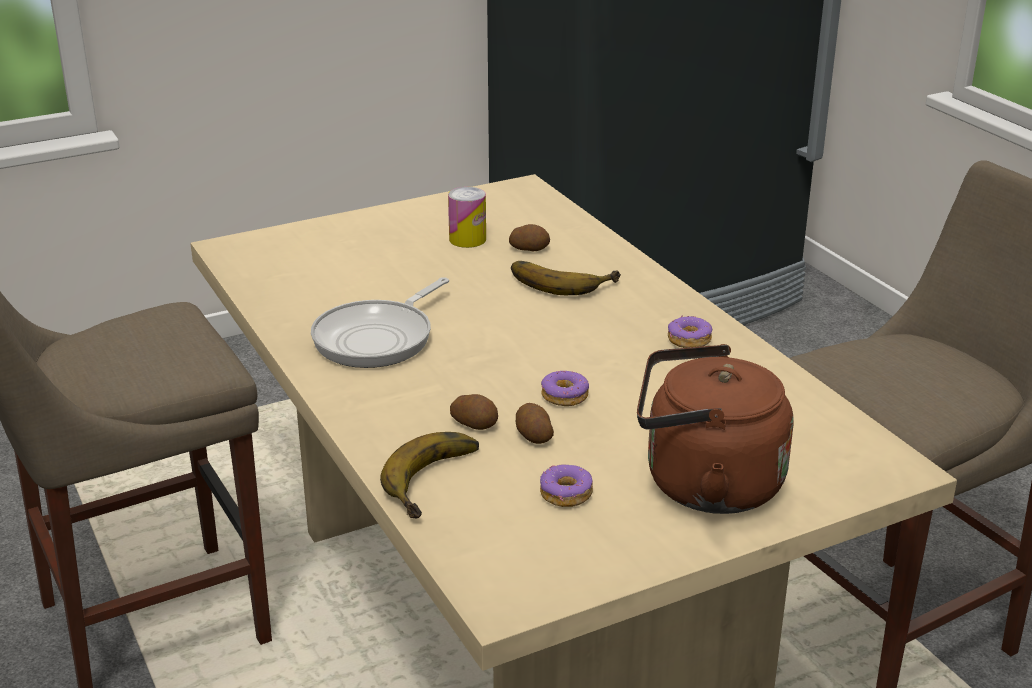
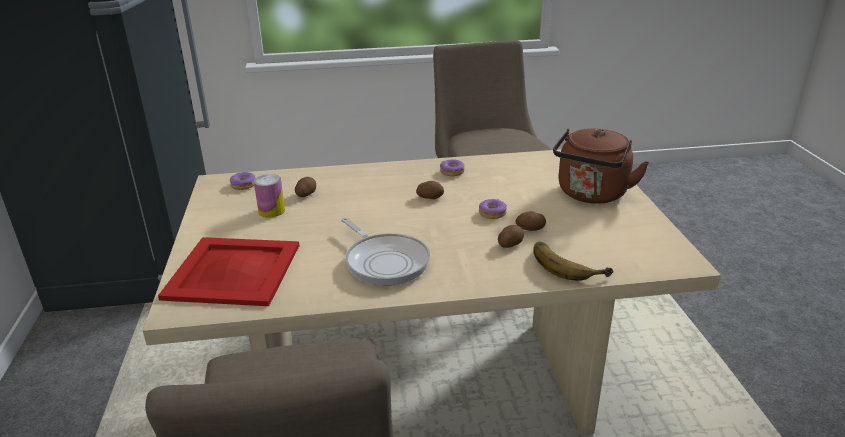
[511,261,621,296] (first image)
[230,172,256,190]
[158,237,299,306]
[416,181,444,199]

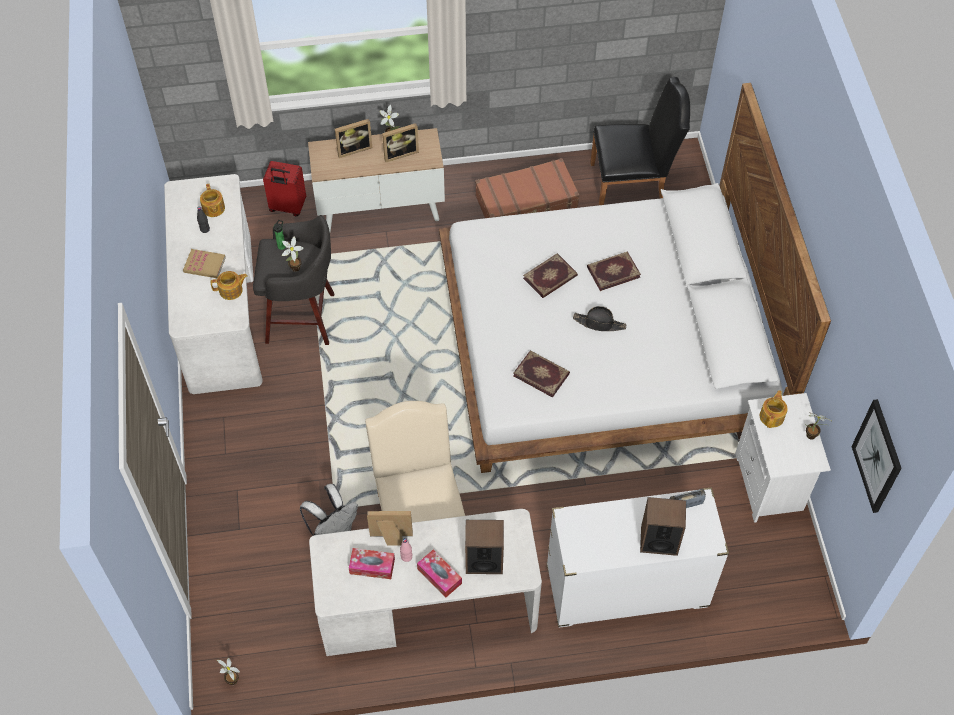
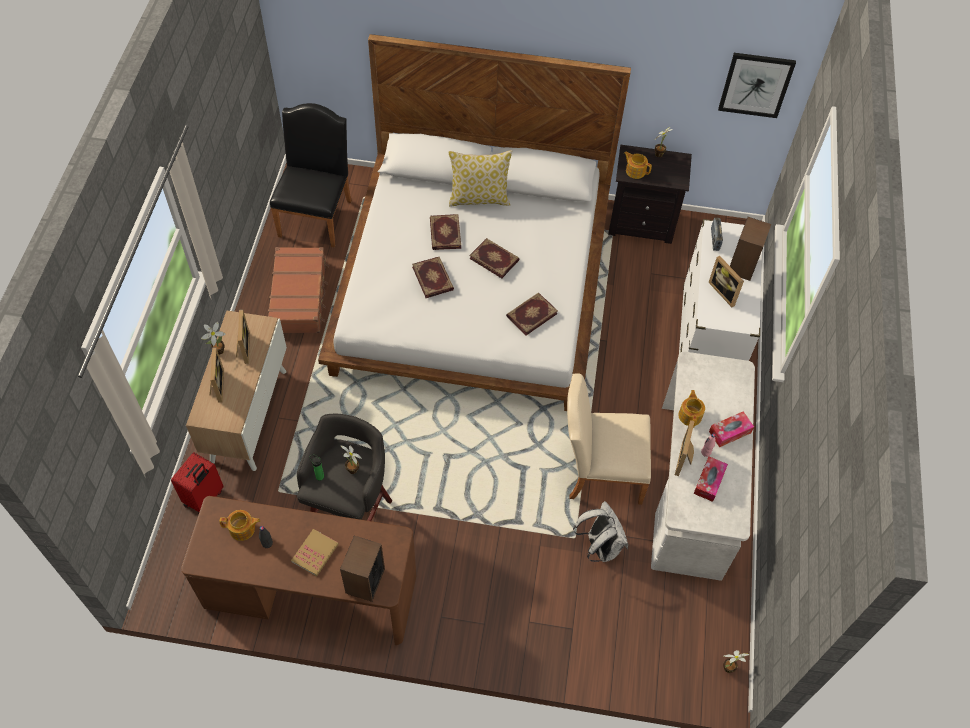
[181,496,416,645]
[678,390,705,427]
[340,536,385,602]
[469,238,519,278]
[608,144,692,244]
[448,150,512,207]
[708,256,744,307]

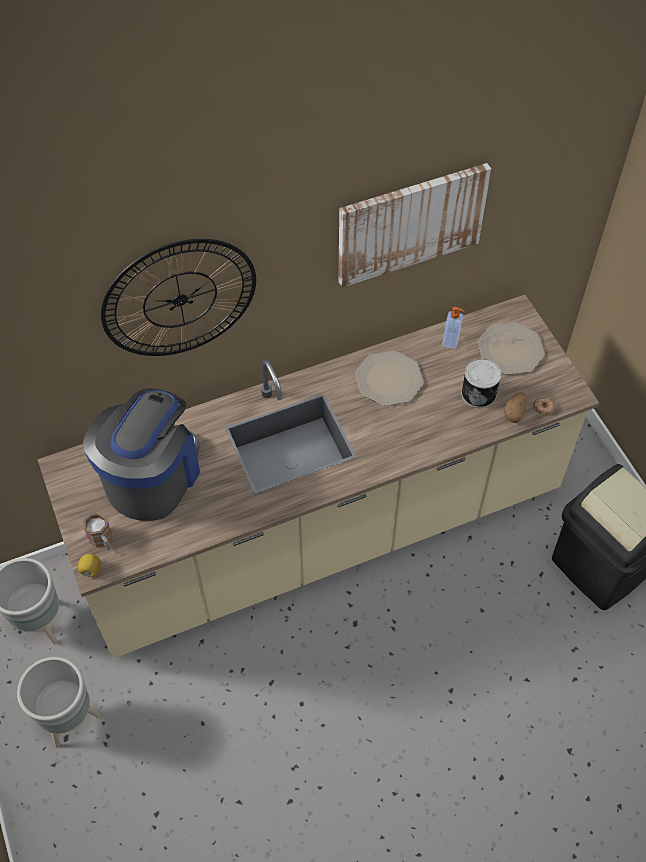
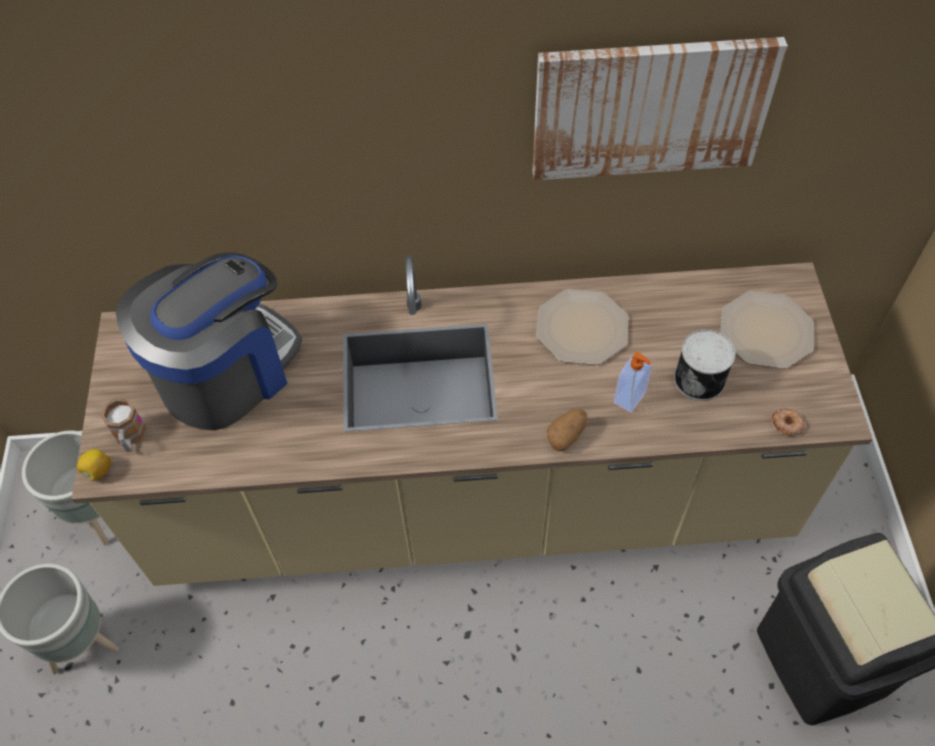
[101,239,256,356] (first image)
[614,352,652,413]
[547,409,587,451]

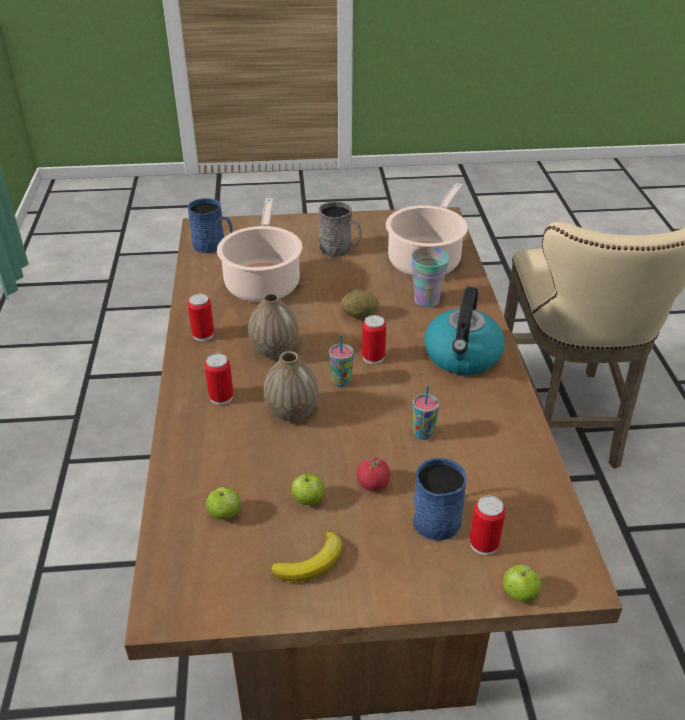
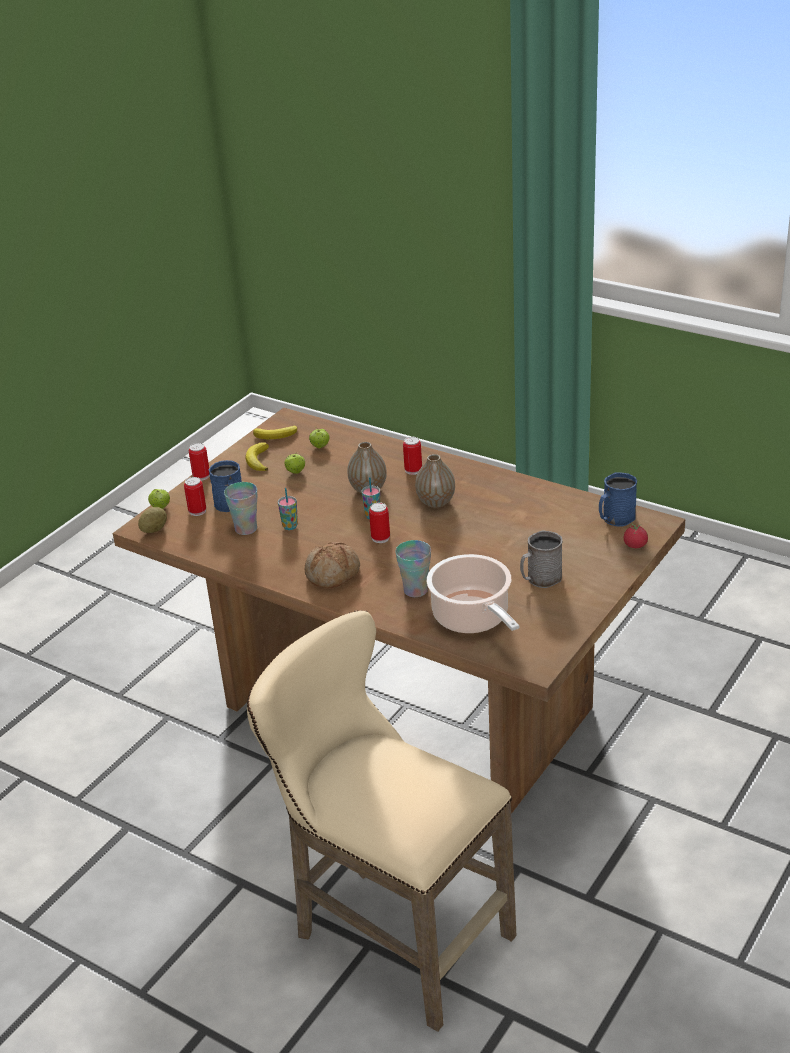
[189,443,210,481]
[217,198,302,302] (first image)
[138,507,167,533]
[624,523,648,548]
[305,542,360,589]
[224,482,257,535]
[253,426,297,439]

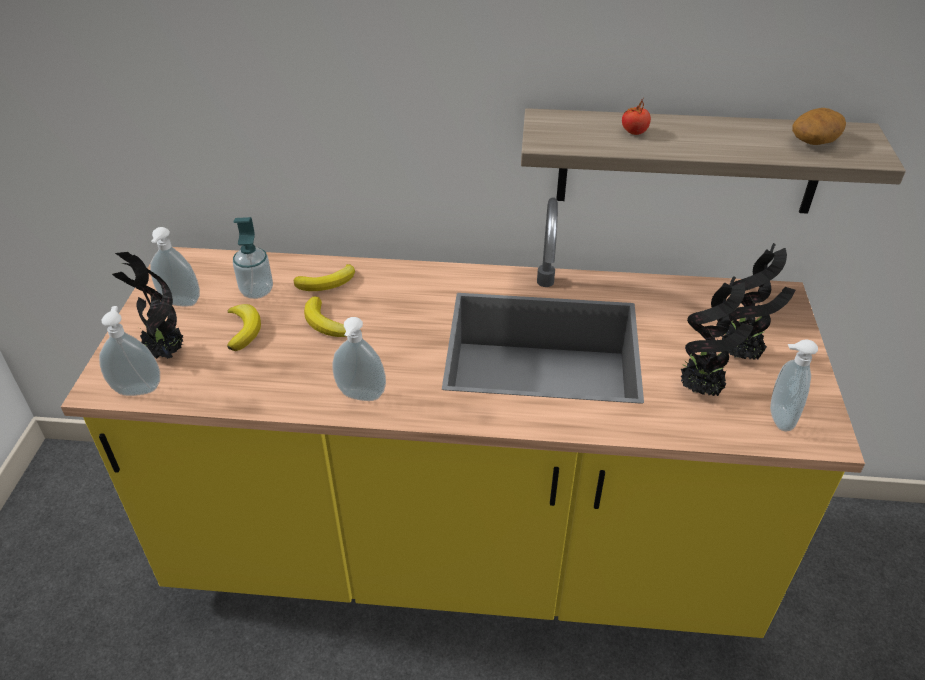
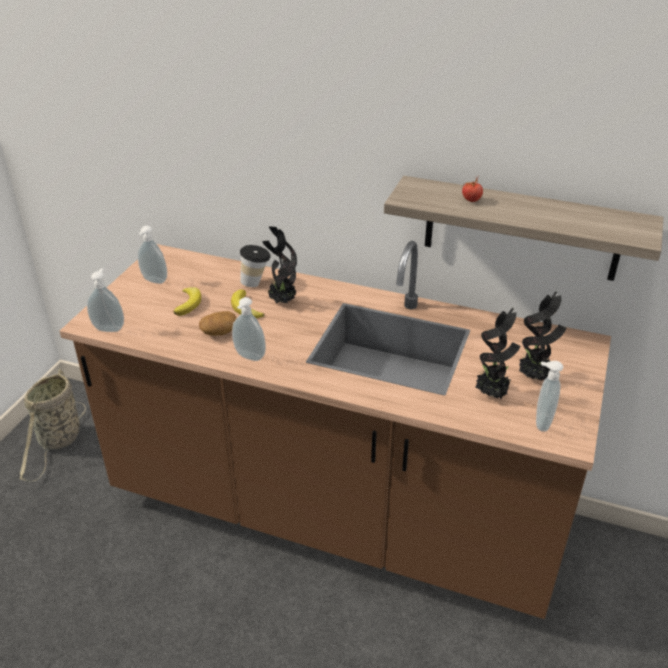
[60,241,611,619]
[262,226,297,303]
[233,217,273,299] (first image)
[240,245,271,287]
[199,311,237,336]
[20,369,86,482]

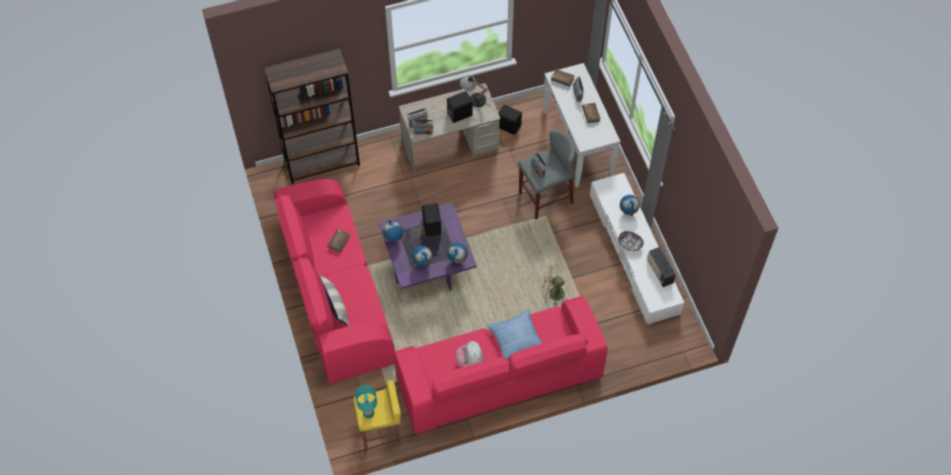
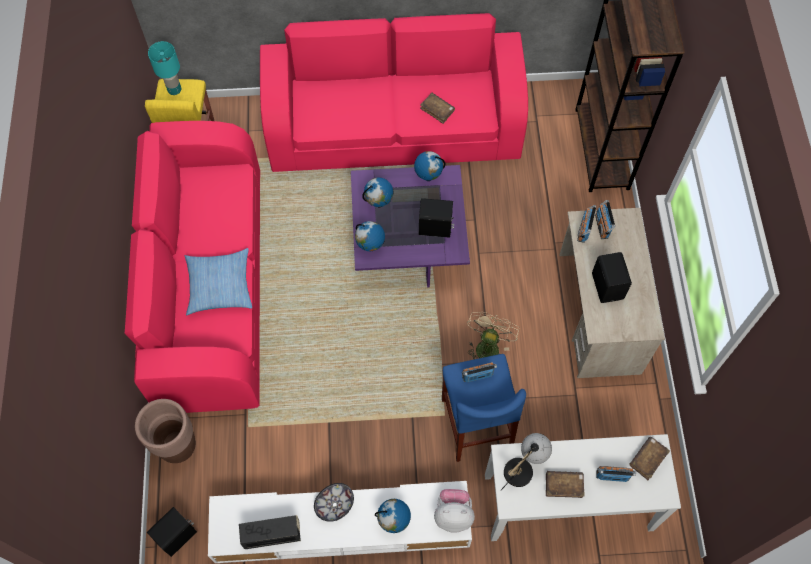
[319,275,349,326] (first image)
[434,489,475,533]
[501,433,552,490]
[147,507,197,557]
[442,354,526,462]
[467,312,519,360]
[135,399,196,463]

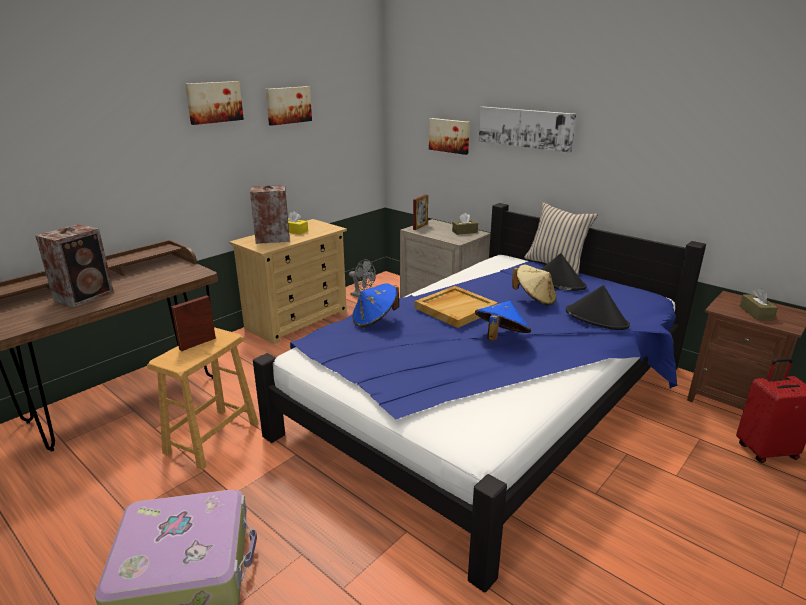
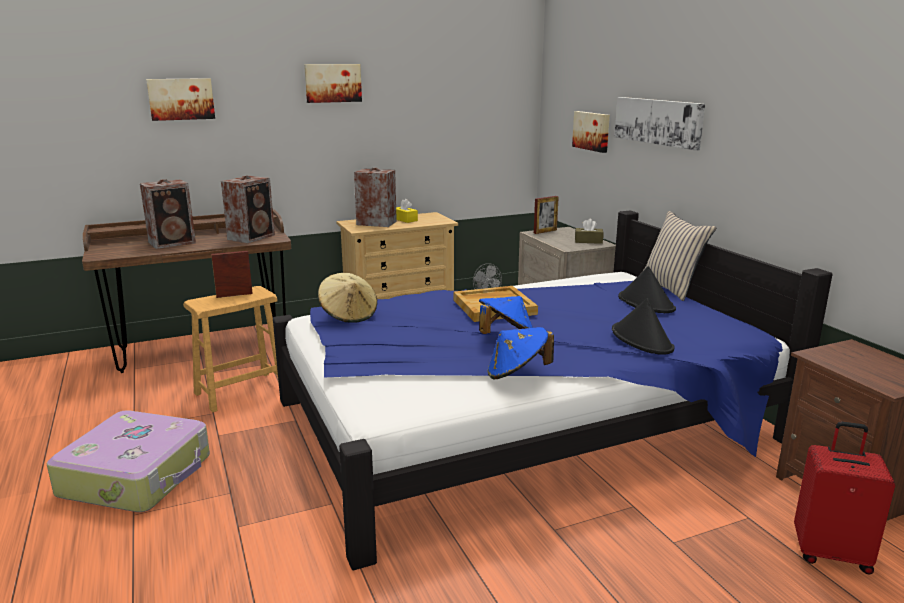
[146,78,215,121]
[488,327,554,379]
[318,273,377,323]
[740,288,778,320] (first image)
[221,175,275,243]

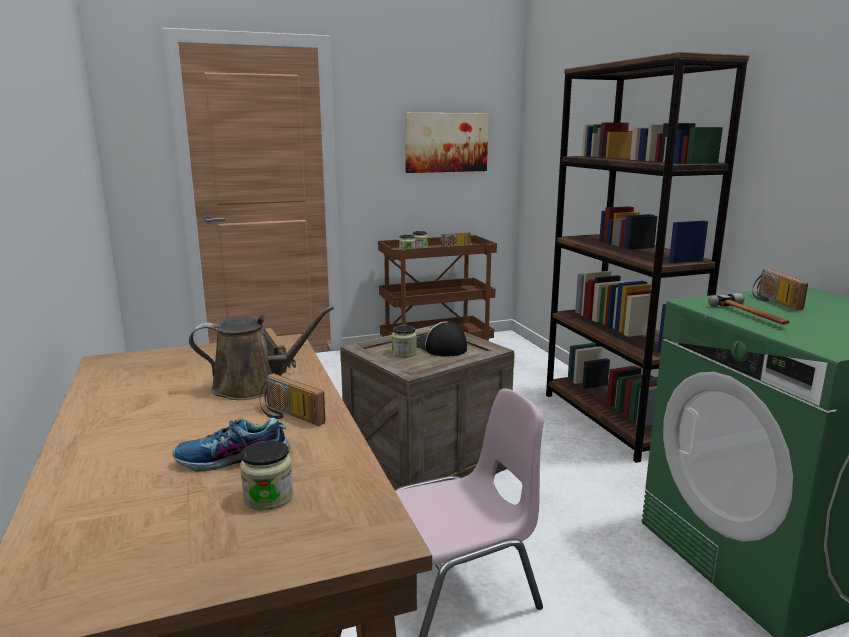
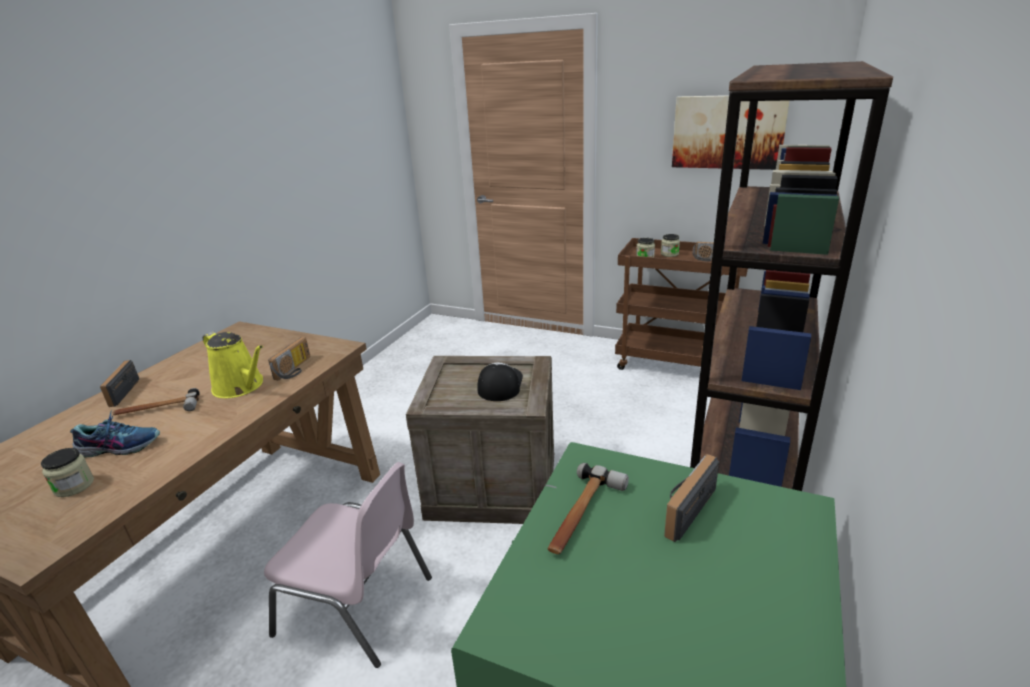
[70,410,160,458]
[202,331,263,398]
[100,360,139,407]
[392,325,417,357] (first image)
[112,388,200,415]

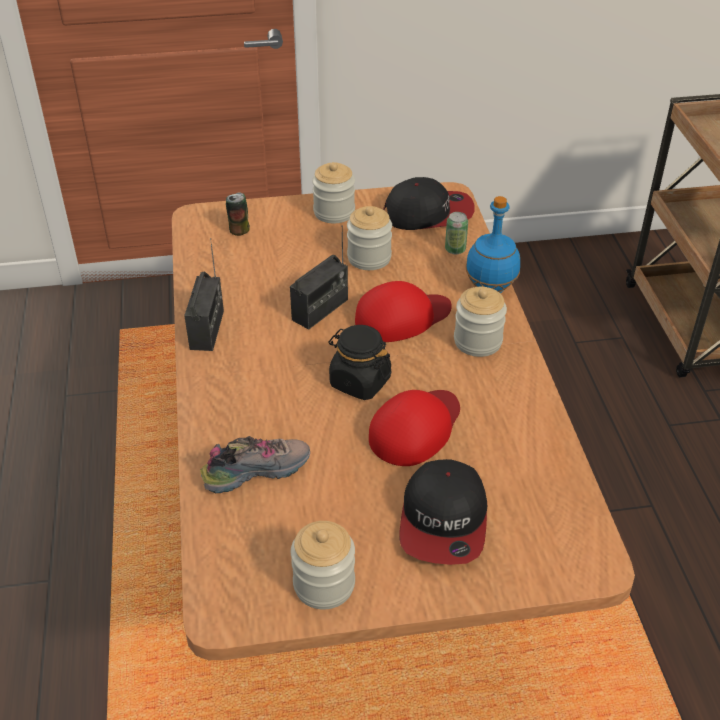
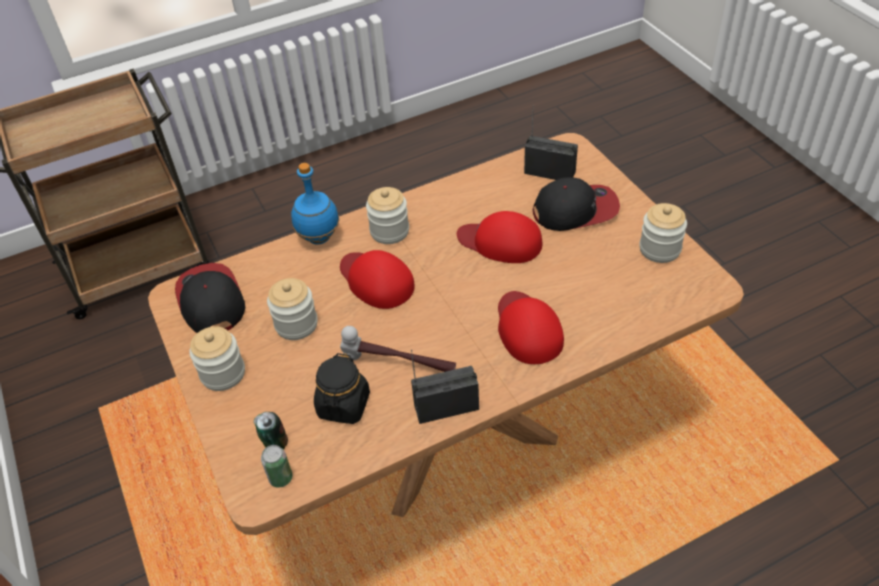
[200,436,310,493] (first image)
[524,105,578,180]
[314,353,370,424]
[261,445,293,488]
[340,326,456,372]
[498,291,564,364]

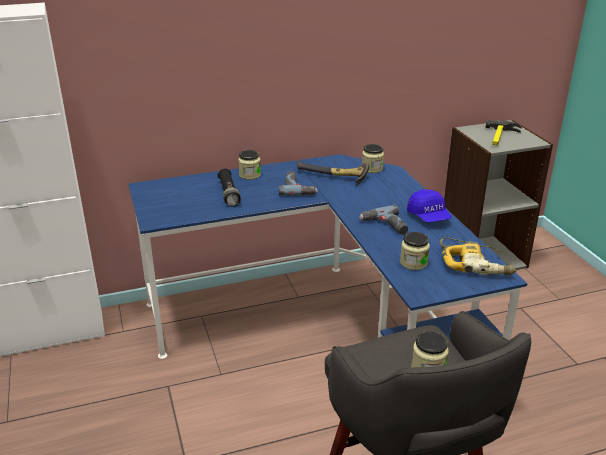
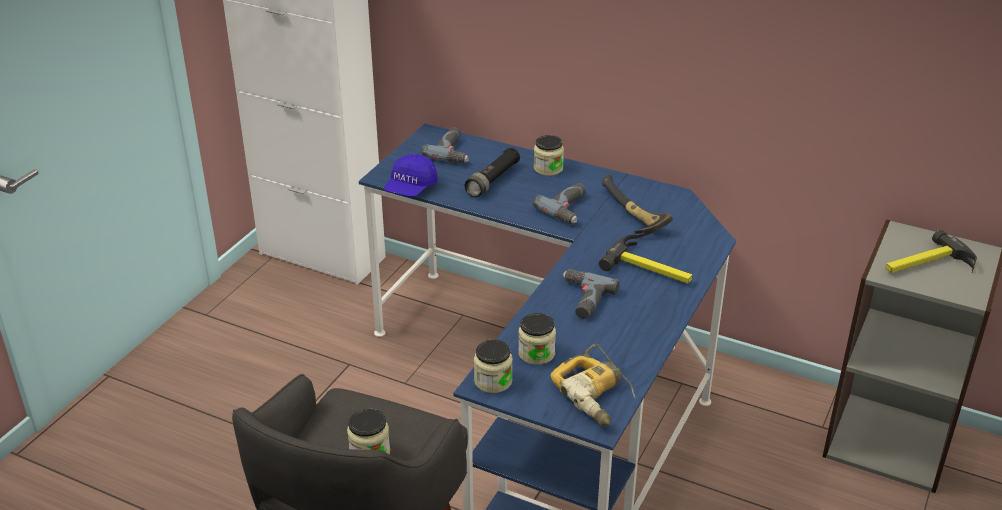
[474,339,513,393]
[384,154,438,196]
[421,128,469,164]
[599,234,693,284]

